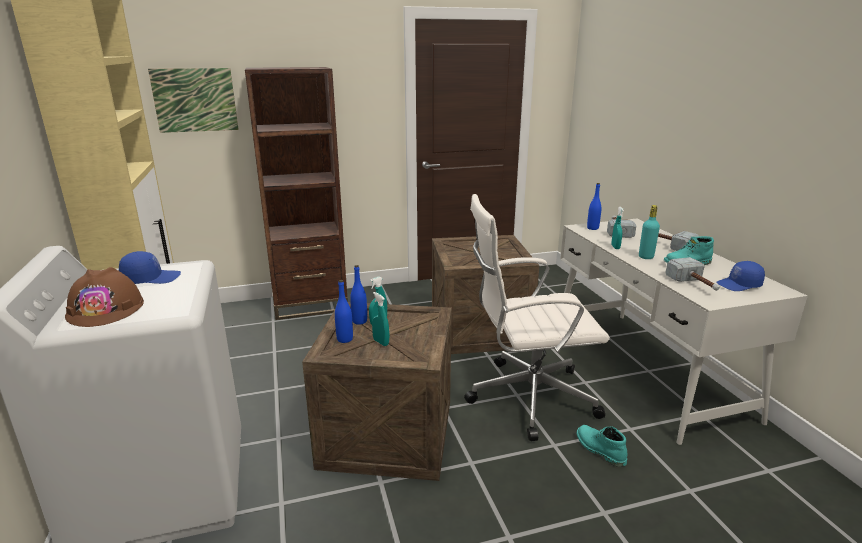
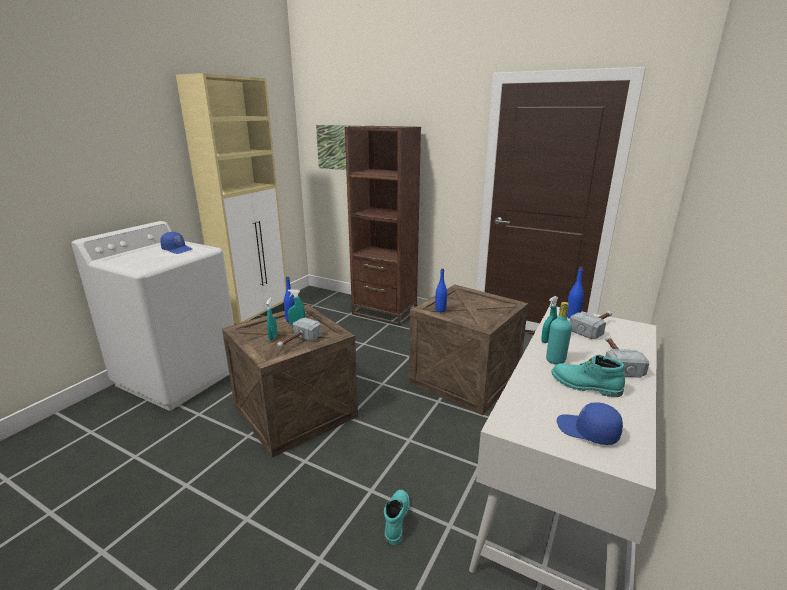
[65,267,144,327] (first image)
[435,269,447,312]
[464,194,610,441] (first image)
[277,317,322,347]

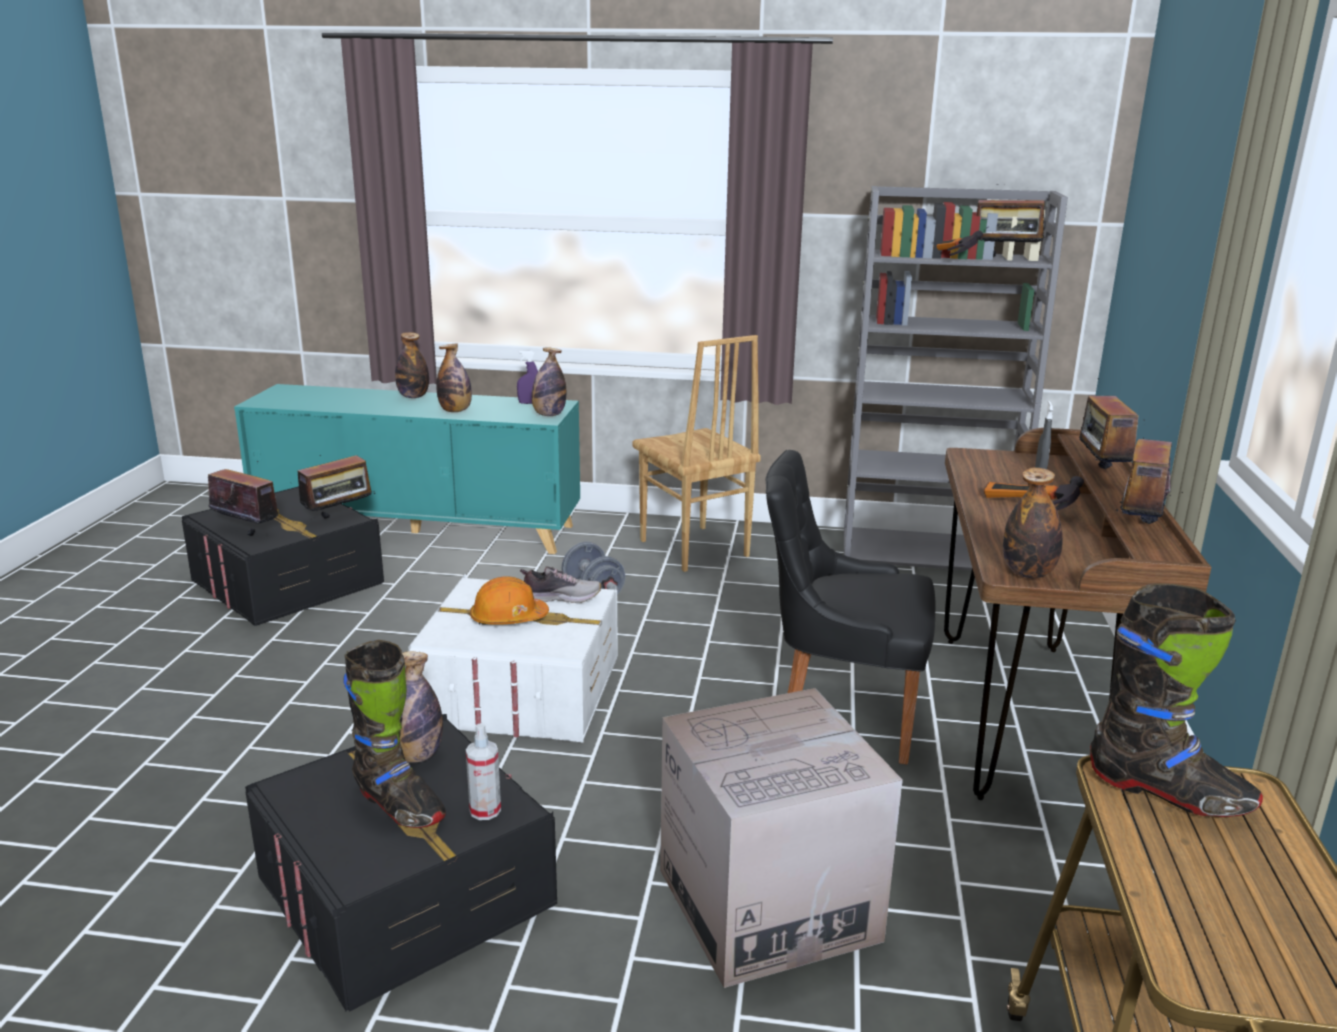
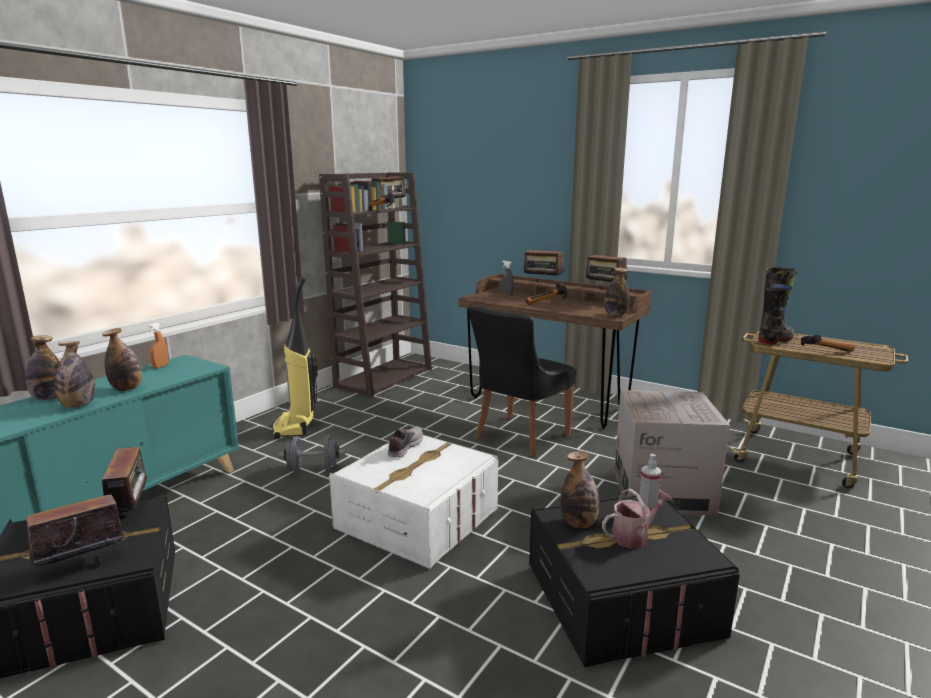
[602,488,673,548]
[470,576,549,625] (first image)
[148,322,168,369]
[54,341,95,408]
[272,277,318,439]
[319,172,432,397]
[801,335,855,352]

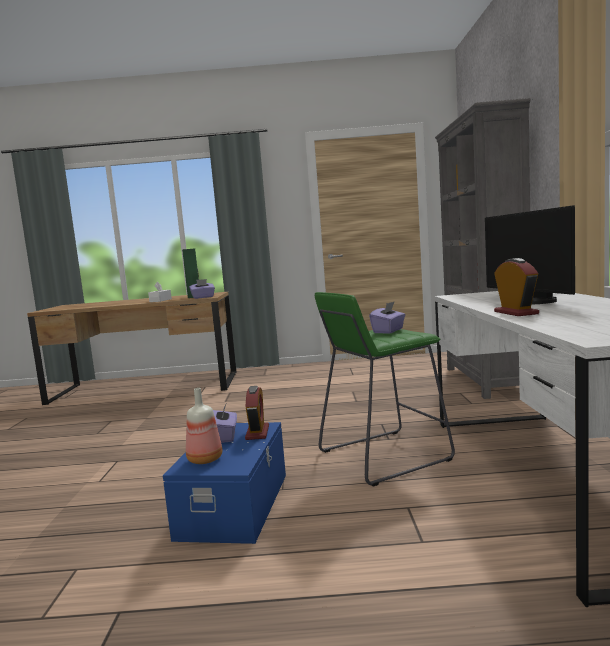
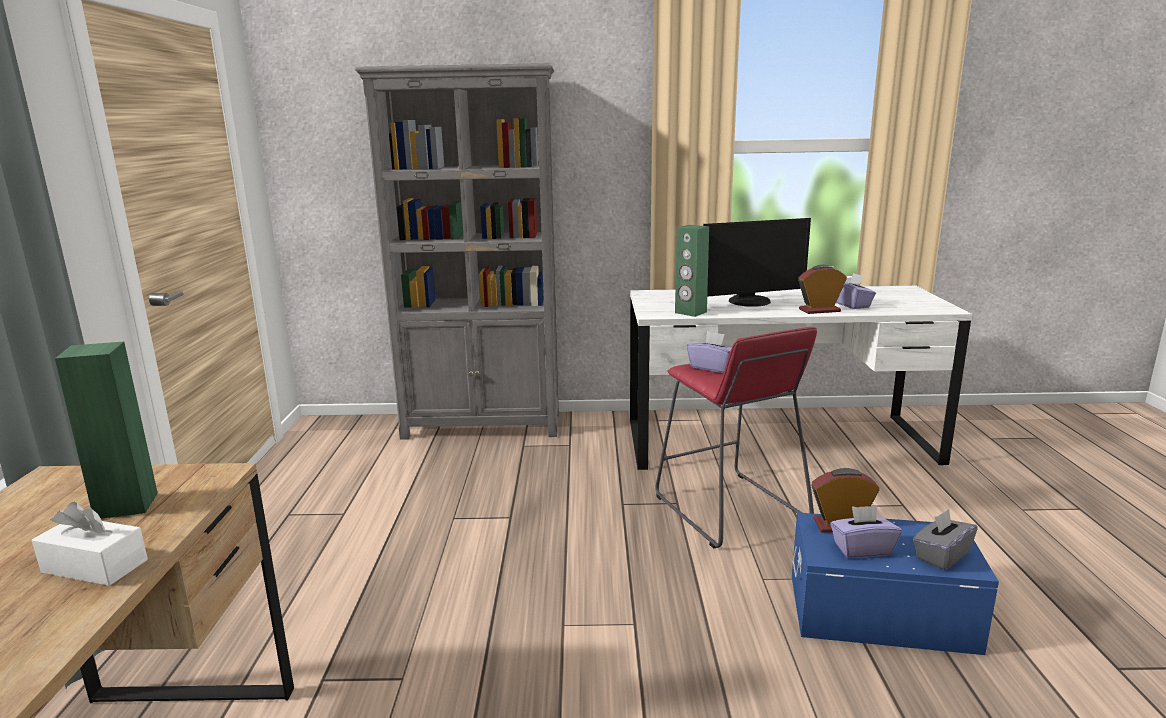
[913,509,978,570]
[836,273,876,309]
[656,327,817,549]
[675,225,709,317]

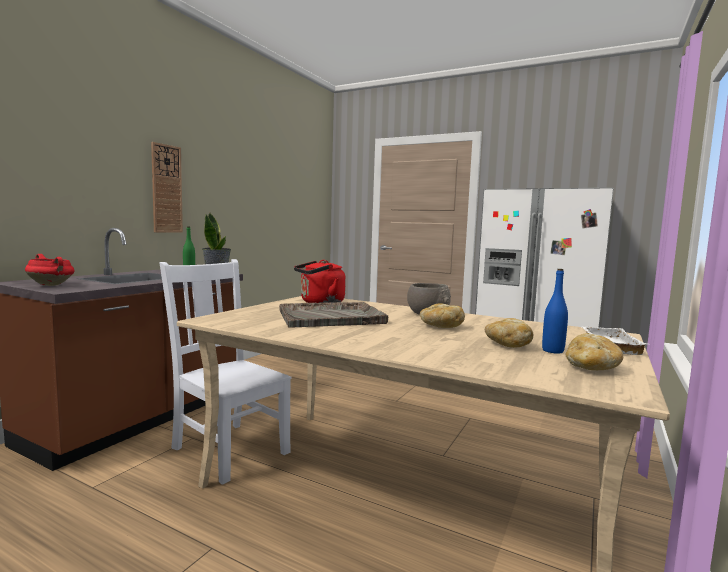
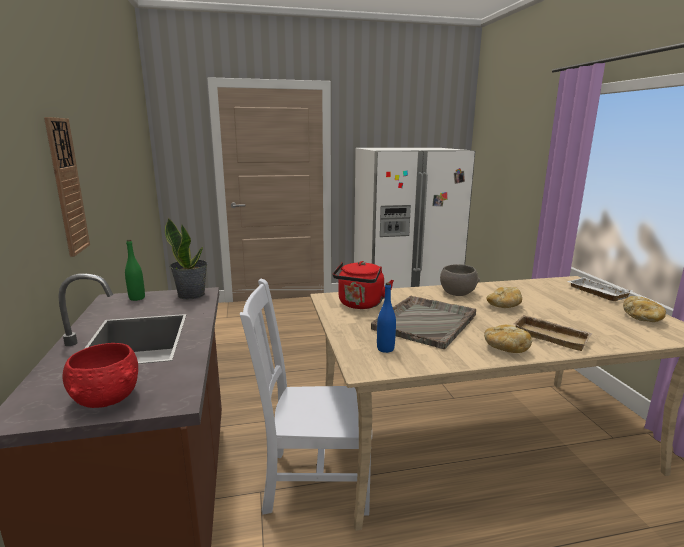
[63,343,138,408]
[484,325,532,353]
[377,283,396,353]
[513,315,592,351]

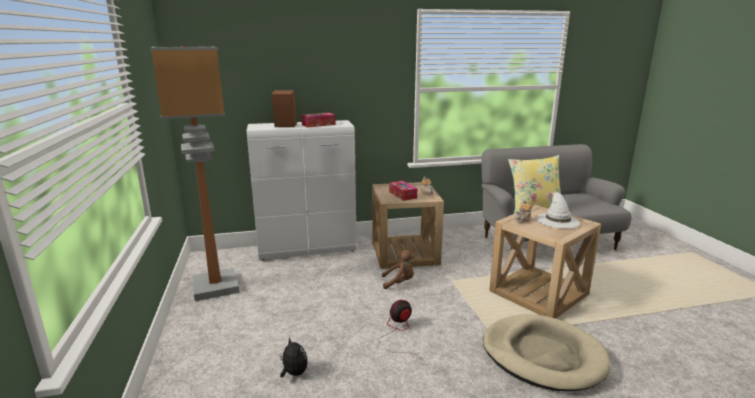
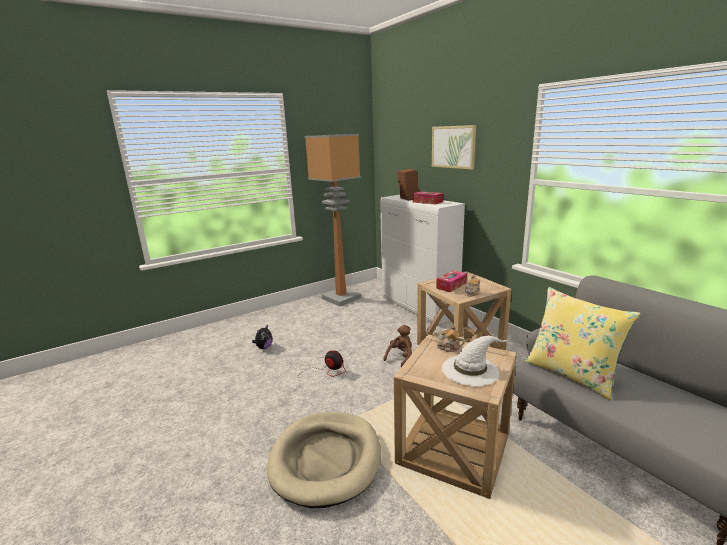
[384,325,412,367]
[432,125,476,170]

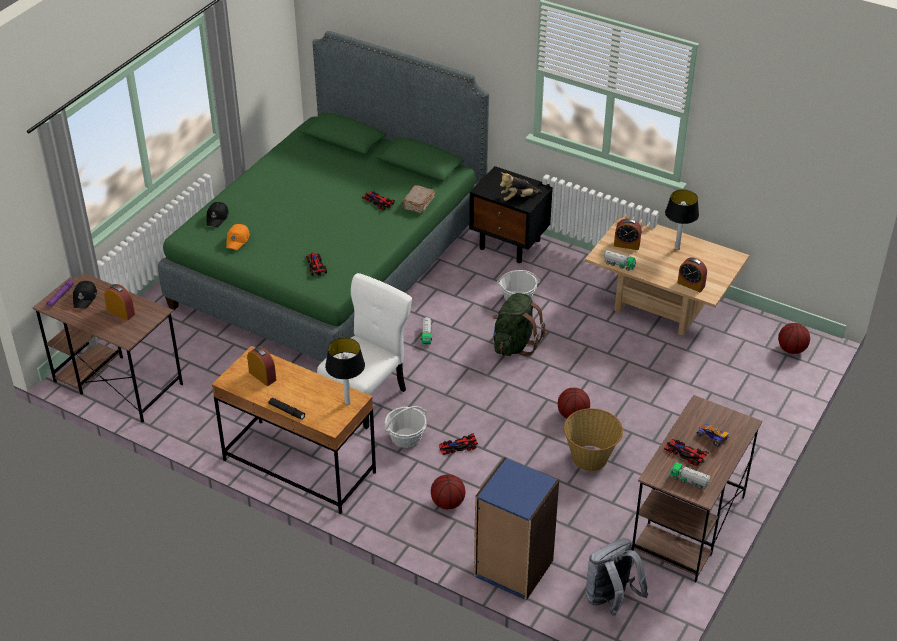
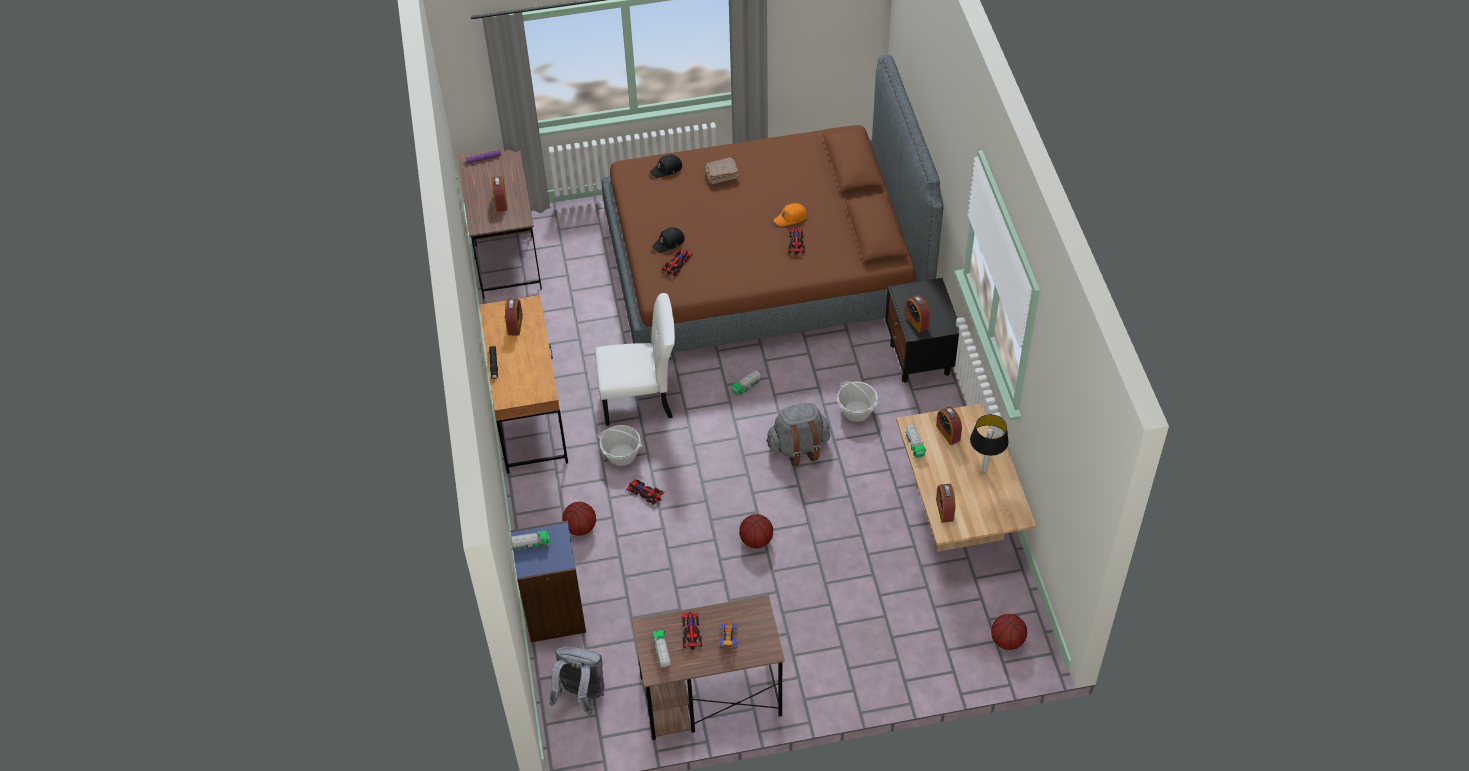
[652,227,685,253]
[602,55,944,353]
[774,203,807,227]
[325,338,365,405] (first image)
[705,157,739,185]
[766,403,830,466]
[905,295,930,333]
[564,408,623,471] (first image)
[510,530,550,551]

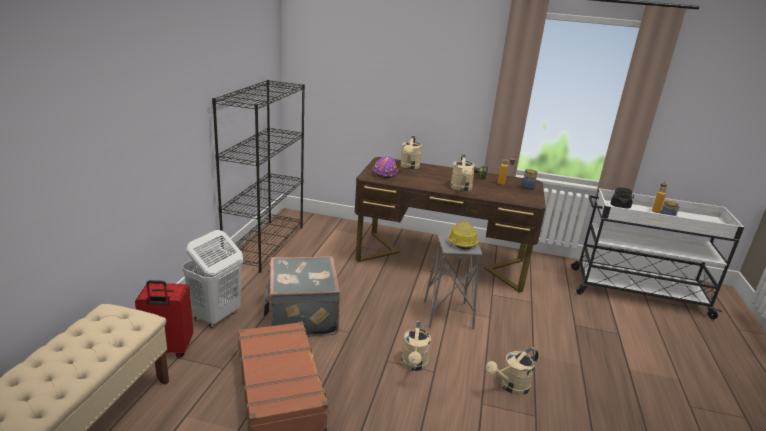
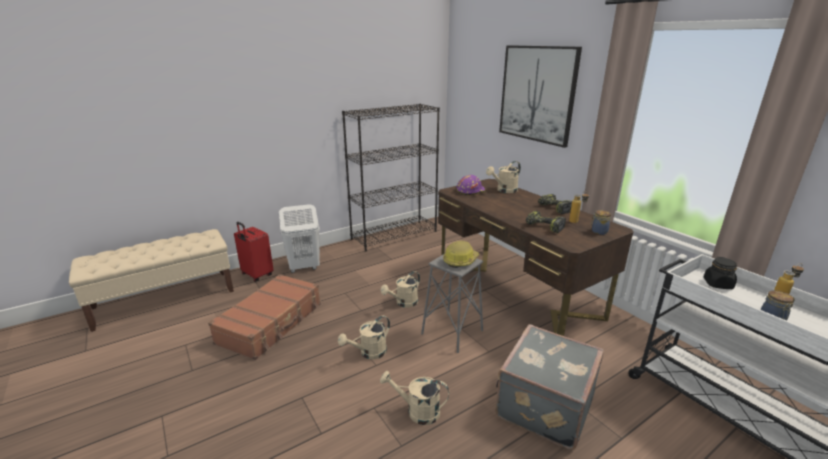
[495,324,604,450]
[380,271,420,307]
[499,45,582,148]
[526,211,566,233]

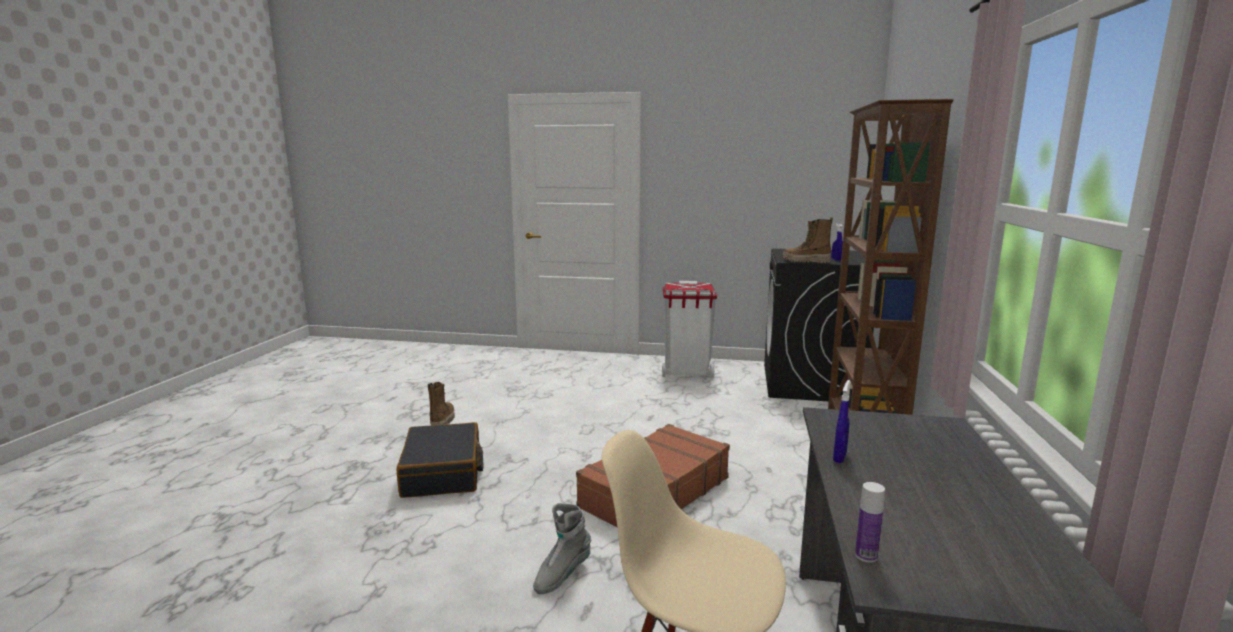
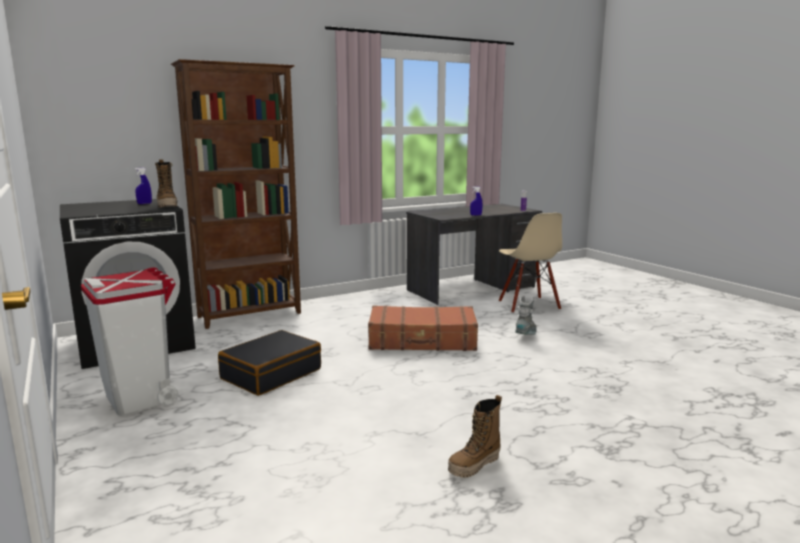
[218,330,321,396]
[515,295,537,335]

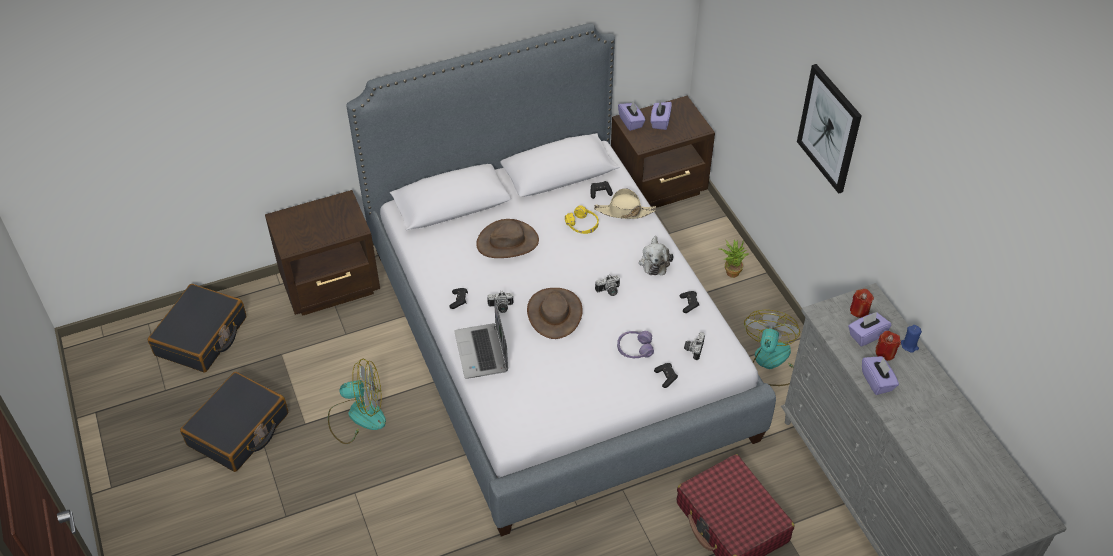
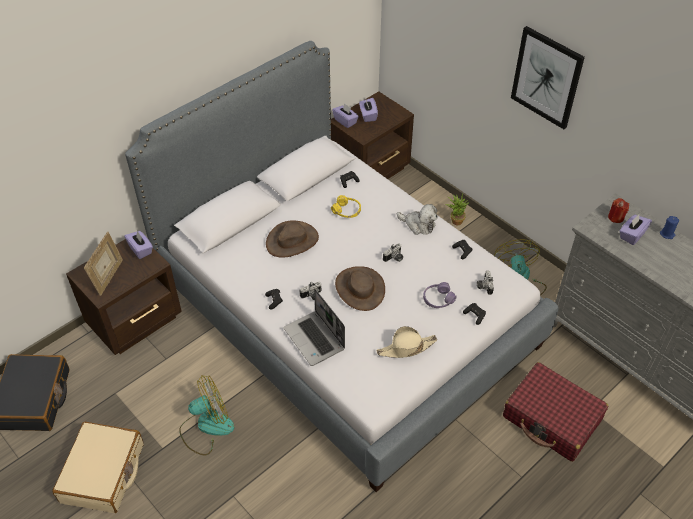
[52,422,144,513]
[377,326,437,358]
[397,204,438,235]
[124,231,153,259]
[876,331,901,361] (first image)
[84,231,123,296]

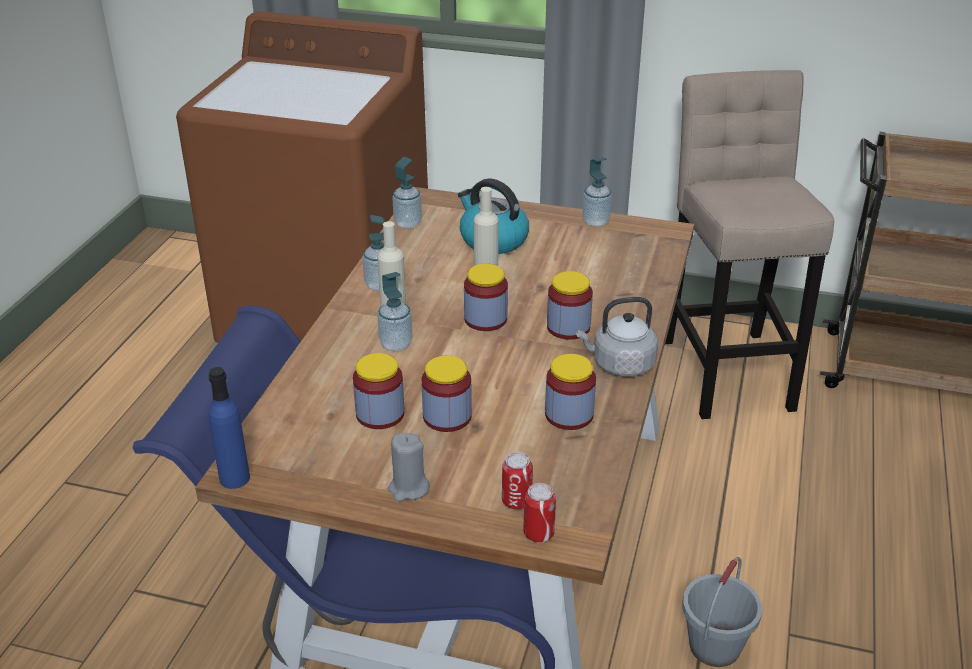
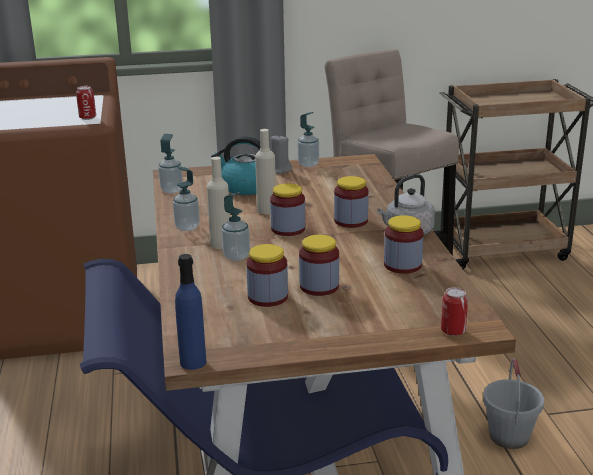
[271,134,292,174]
[76,86,96,120]

